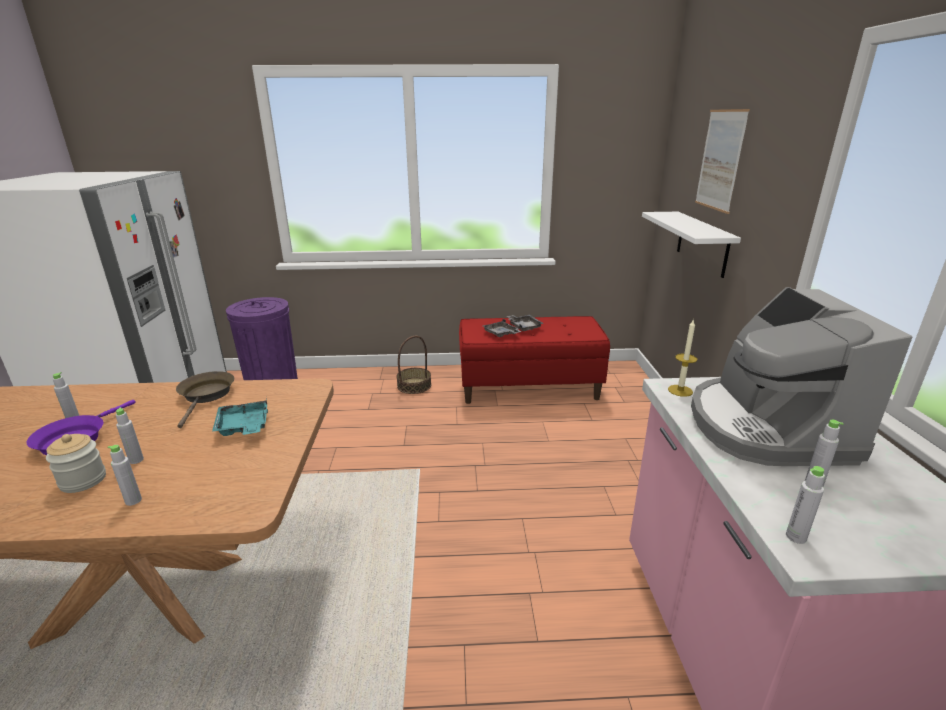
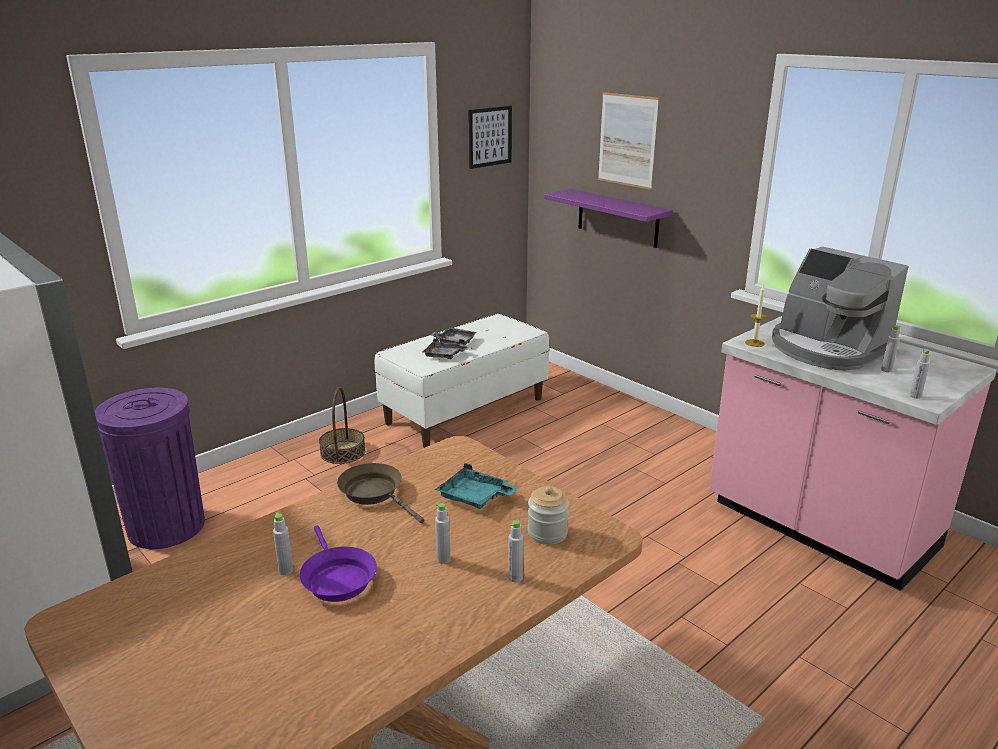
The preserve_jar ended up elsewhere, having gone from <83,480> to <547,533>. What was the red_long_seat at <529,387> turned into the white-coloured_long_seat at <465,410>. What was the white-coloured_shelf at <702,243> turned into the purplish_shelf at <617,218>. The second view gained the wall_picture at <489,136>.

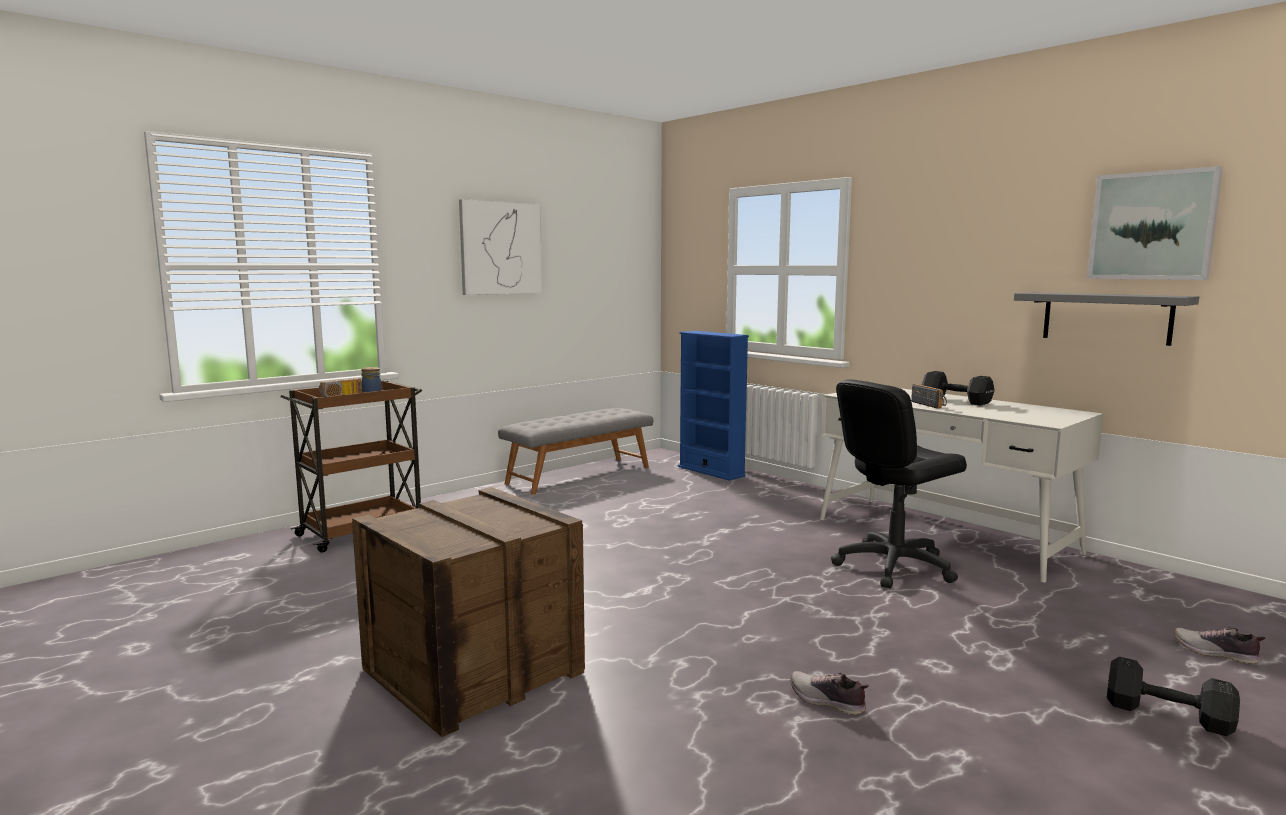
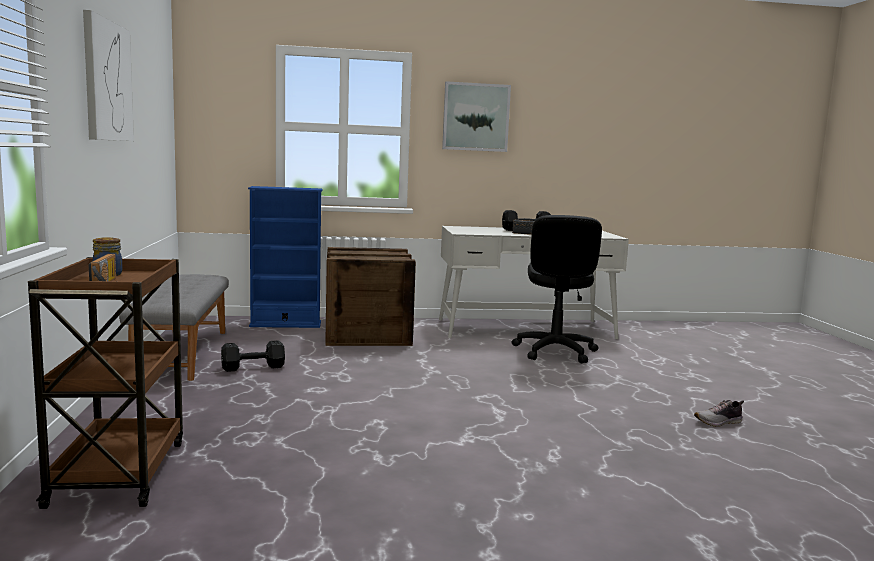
The packing_crate ended up elsewhere, having gone from <472,670> to <367,334>. The second view lost the greyish_shelf at <1106,317>. The wall_picture ended up elsewhere, having gone from <1152,226> to <476,117>. The black-coloured_dumbbell ended up elsewhere, having gone from <1170,716> to <254,367>. The second view lost the low_shoe at <1215,653>.

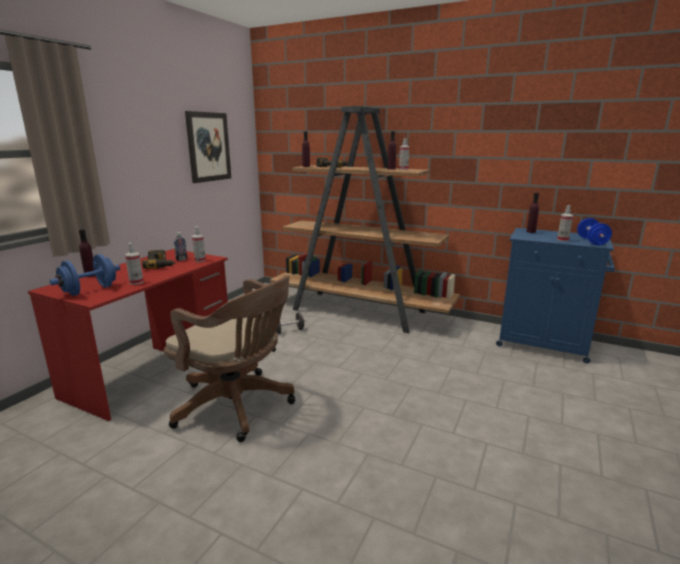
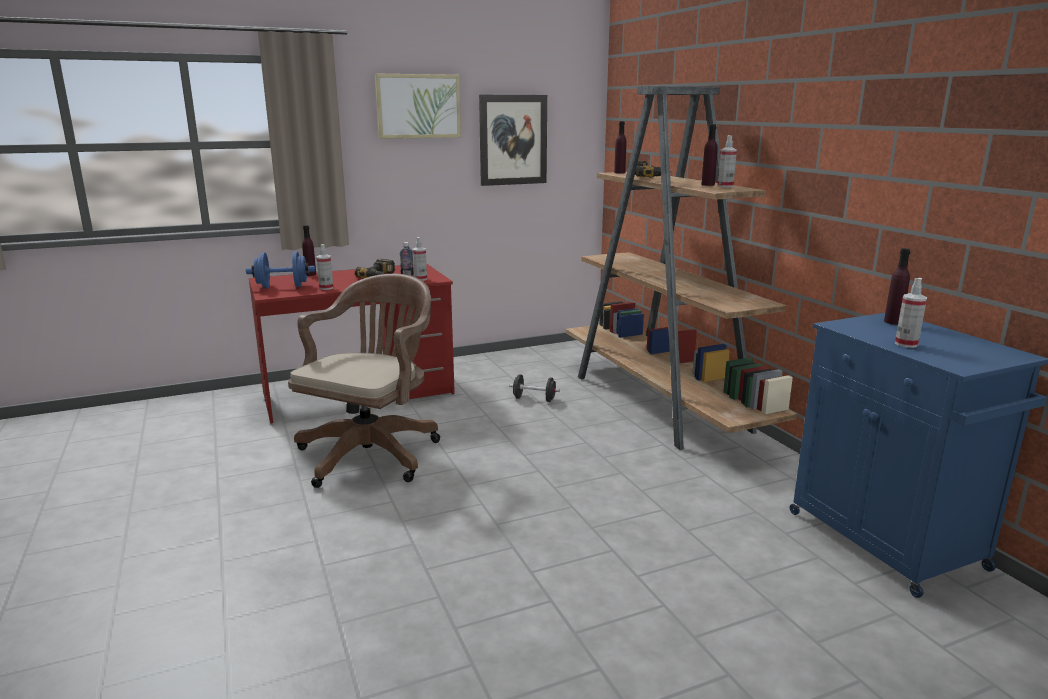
The brown-coloured_computer_chair at <238,406> ended up facing another way, 135 degrees counterclockwise from before. The second view lost the bluish_dumbbell at <591,241>. The second view gained the wall_picture at <418,106>.

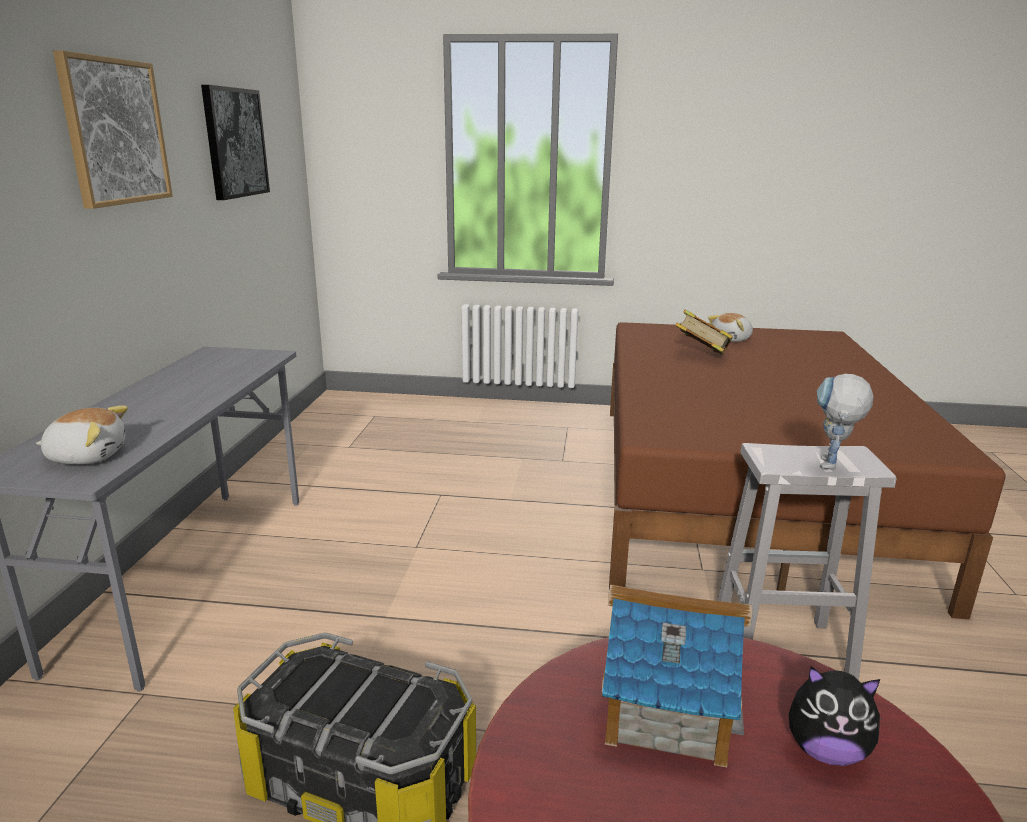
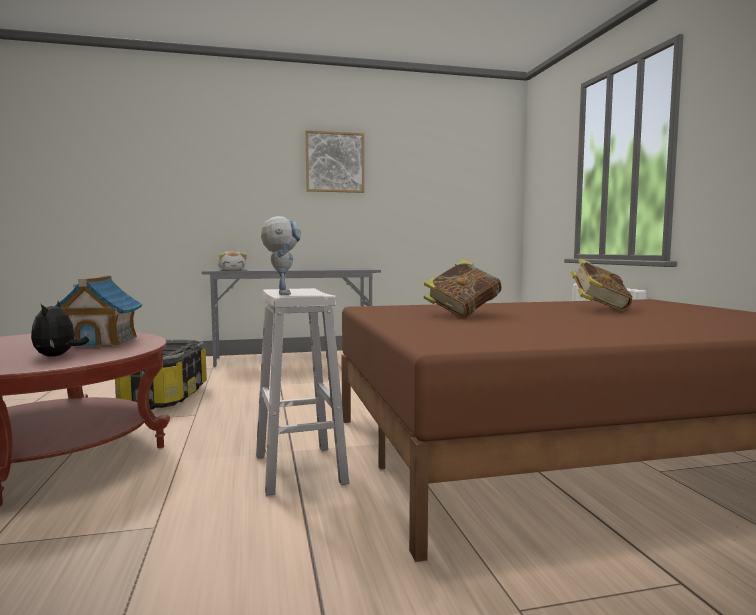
The second view lost the wall_picture at <235,143>. The second view lost the plush_toy at <732,339>. The robot_figure at <831,467> ended up facing another way, 75 degrees clockwise from before. The second view gained the bound_book at <462,314>.

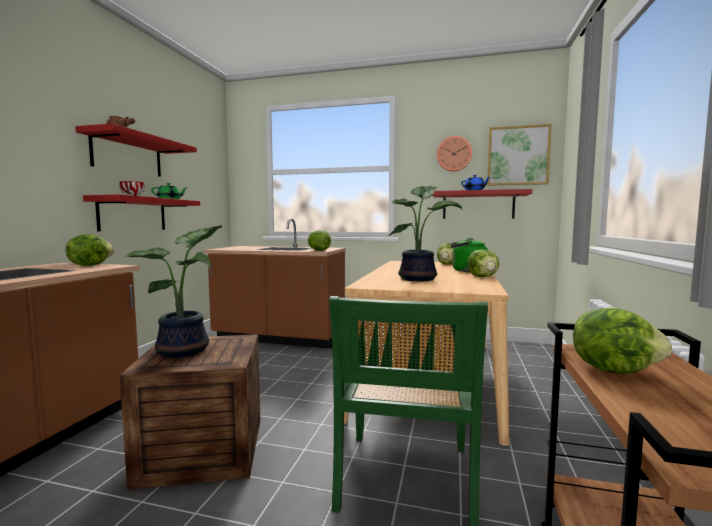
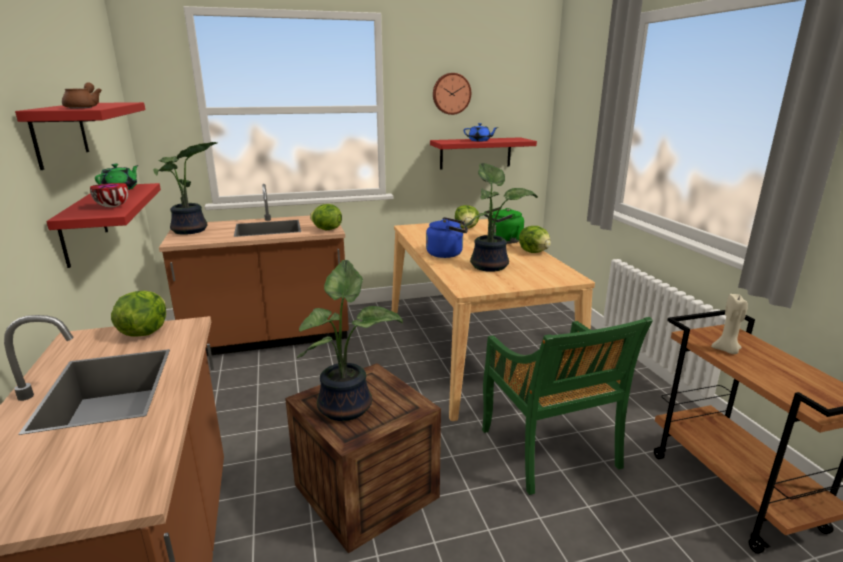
The second view lost the wall_picture at <518,156>. Where the head_of_lettuce stood at <613,369>, the sand-coloured_wax_candle came to stand at <726,350>. The second view gained the plant_in_a_pot at <191,231>. The second view gained the bluish_tea_kettle at <447,254>.

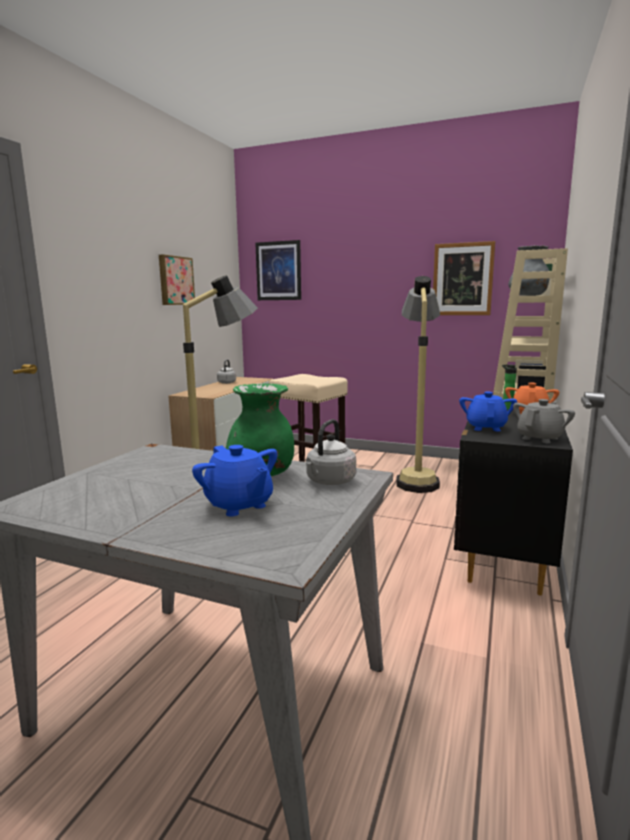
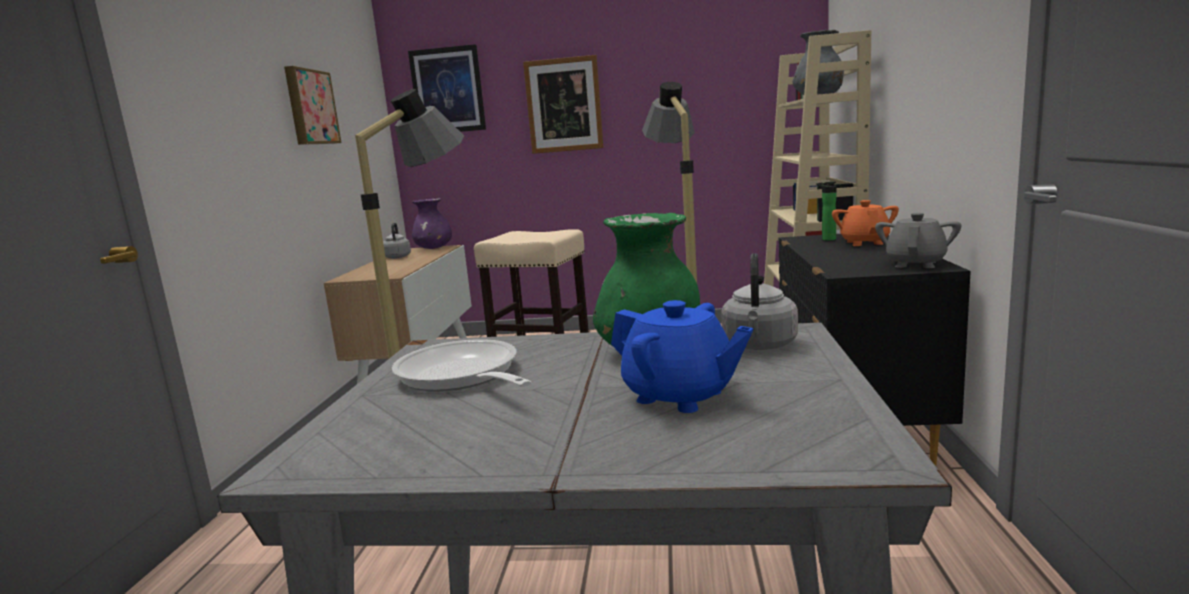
The wall_picture ended up elsewhere, having gone from <462,279> to <564,105>. The second view lost the bluish_tea_pot at <486,427>. The second view gained the pan at <461,376>. The second view gained the purplish_flower_vase at <434,248>.

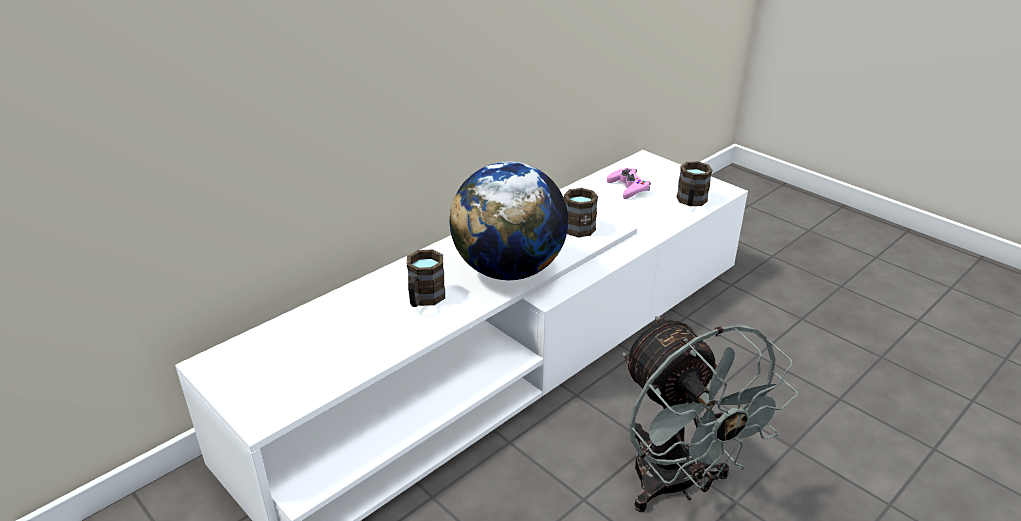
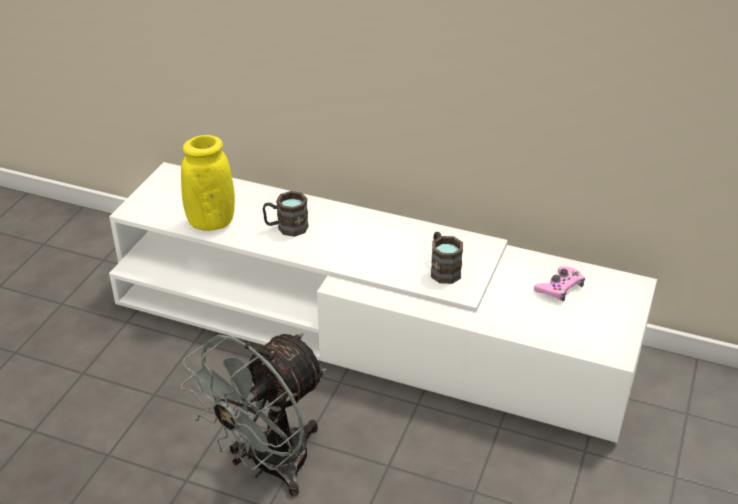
The second view lost the globe at <509,270>. The second view lost the brown-coloured_coffee_mug at <691,202>. The second view gained the yellow_flower_vase at <211,222>.

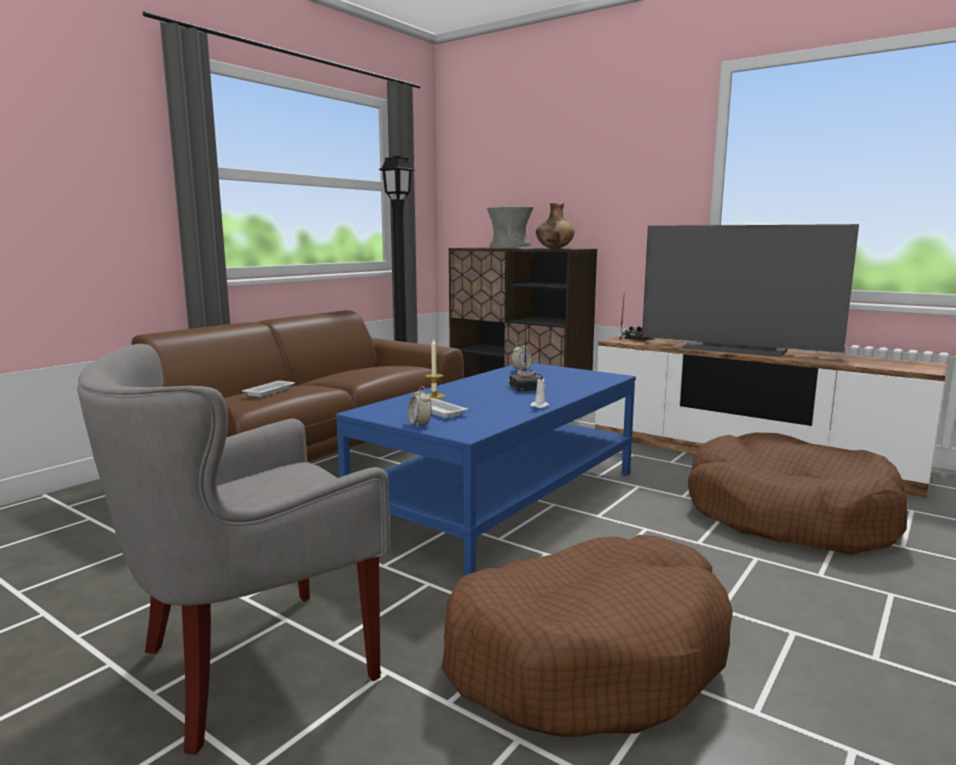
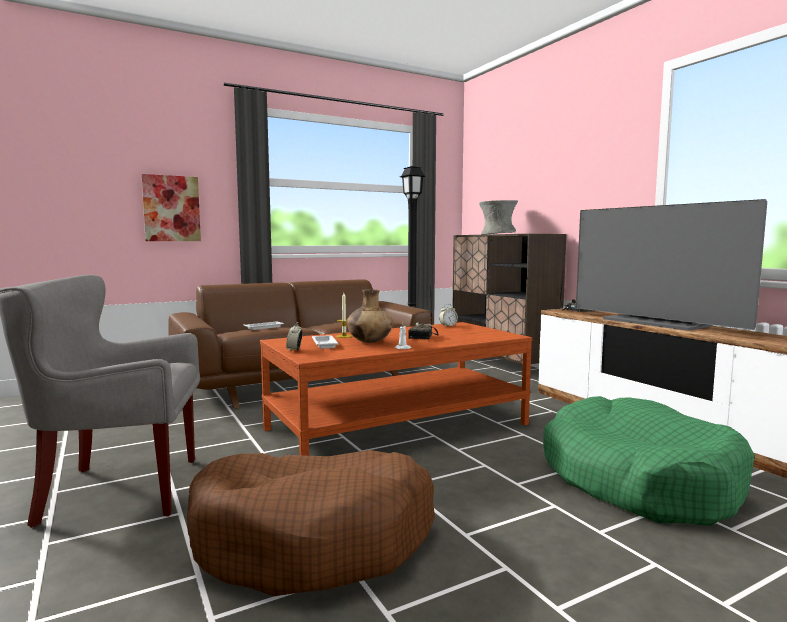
What was the bluish_coffee_table at <502,500> turned into the brown-coloured_coffee_table at <398,426>. The brown-coloured_flower_vase ended up elsewhere, having gone from <554,248> to <369,342>. What was the brown-coloured_dog_cushion at <788,515> turned into the green_dog_cushion at <637,480>. The second view gained the wall_picture at <171,208>.

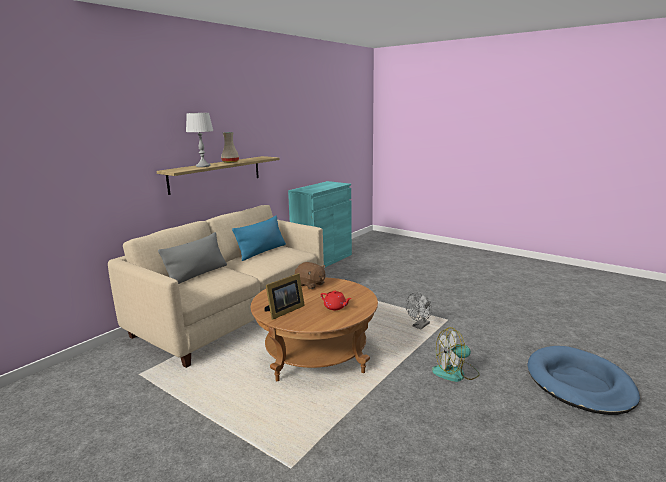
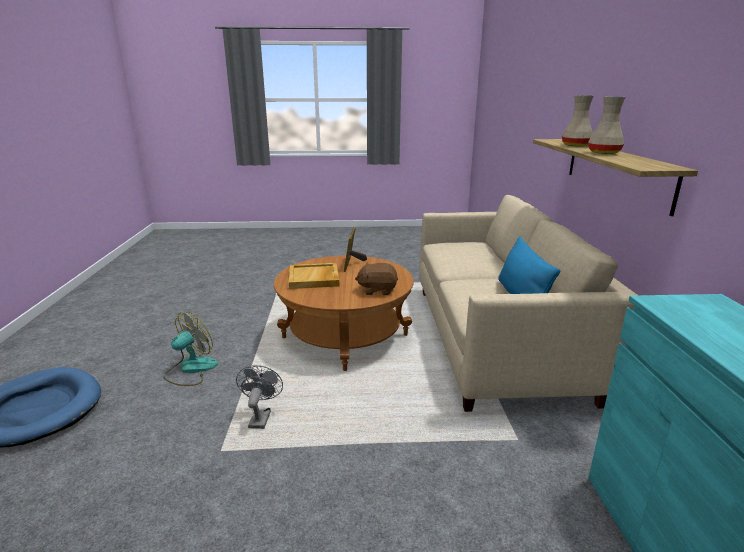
The second view lost the greyish_pillow at <197,275>. Where the greyish_tabletop_lamp stood at <203,166>, the sand-coloured_flower_vase came to stand at <576,145>. Where the red_tea_pot stood at <335,307>, the sand-coloured_carrying_tray came to stand at <314,278>.

